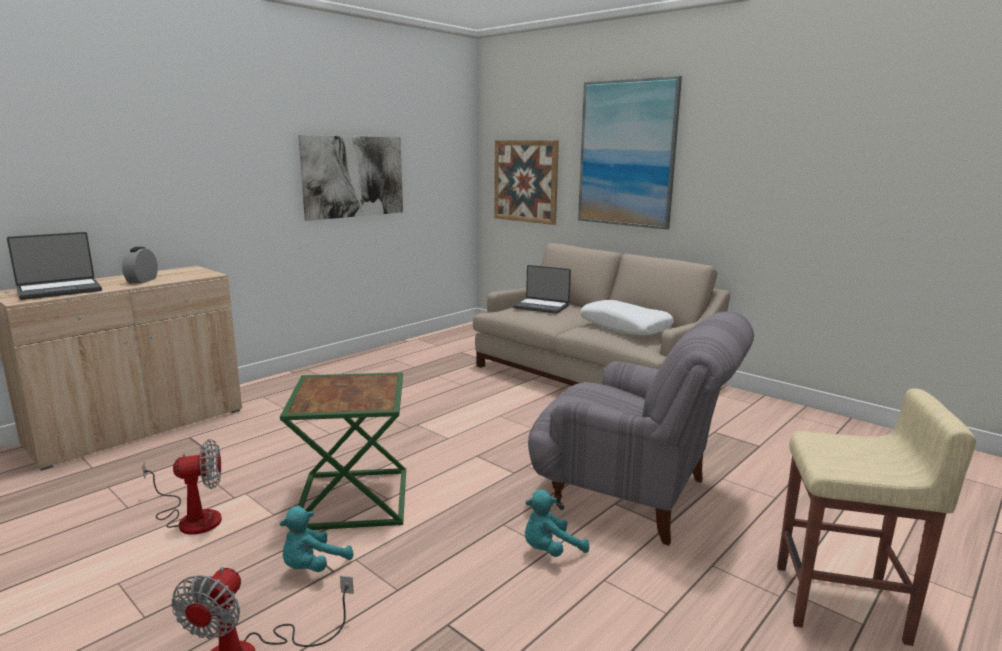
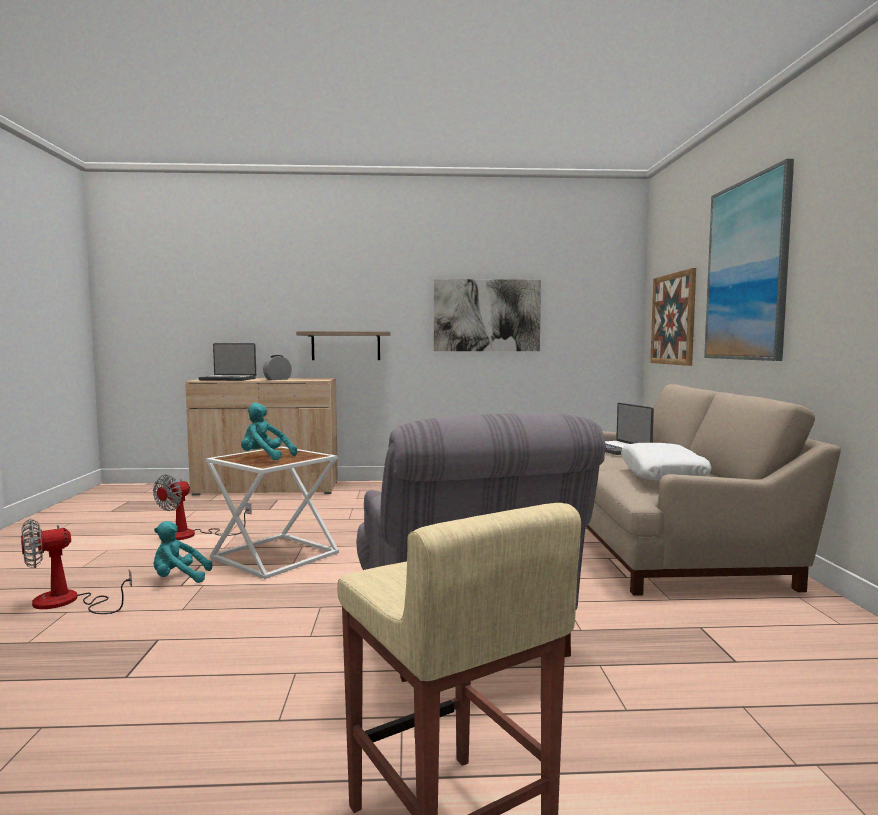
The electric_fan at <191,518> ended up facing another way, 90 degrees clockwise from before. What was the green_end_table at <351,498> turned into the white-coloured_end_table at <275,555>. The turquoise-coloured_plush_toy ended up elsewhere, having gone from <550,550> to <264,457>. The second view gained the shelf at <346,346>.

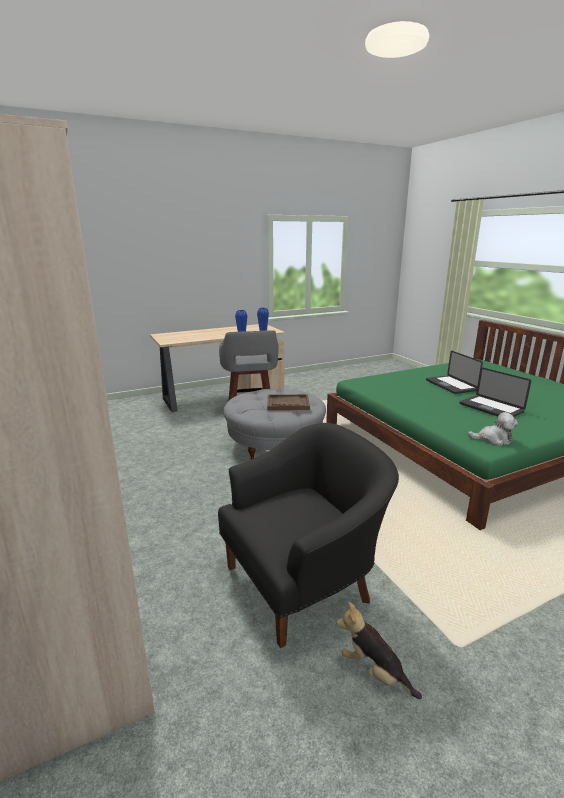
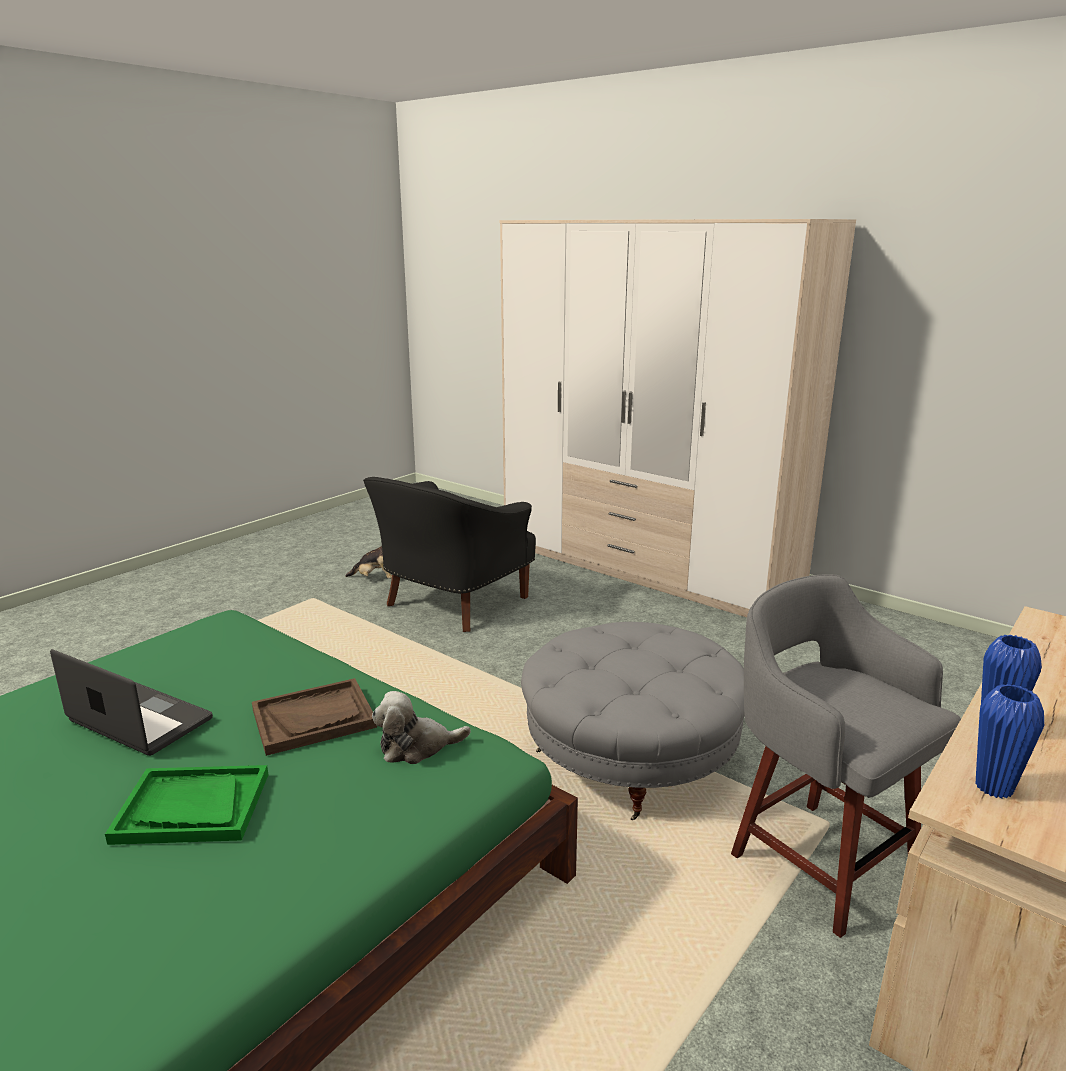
The brown-coloured_carrying_tray ended up elsewhere, having gone from <287,404> to <314,718>. Where the laptop stood at <450,385>, the green_carrying_tray came to stand at <192,808>. The plush_toy ended up elsewhere, having gone from <493,439> to <416,747>.

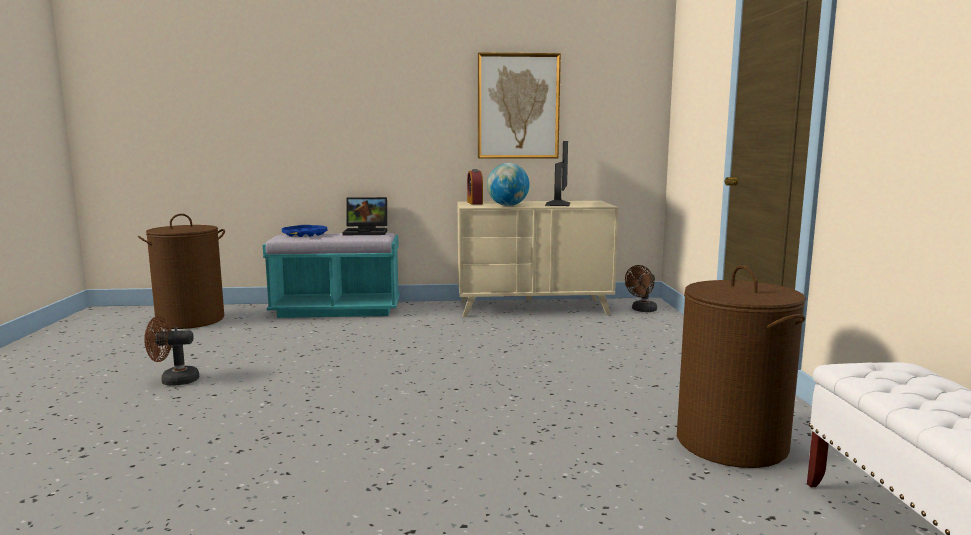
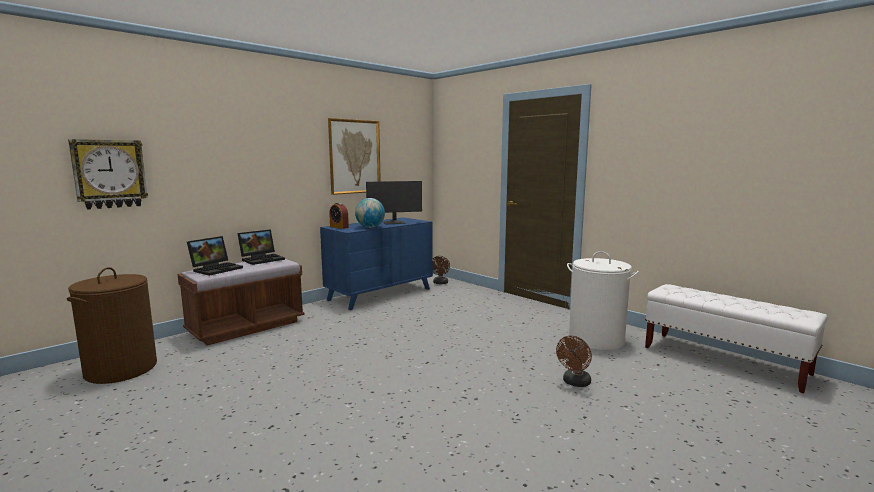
The brown-coloured_electric_fan ended up elsewhere, having gone from <173,380> to <575,383>. What was the turquoise-coloured_long_seat at <337,310> turned into the brown-coloured_long_seat at <246,327>. Where the bluish_carrying_tray stood at <305,234>, the laptop came to stand at <217,269>. What was the sand-coloured_dresser at <533,307> turned into the bluish_dresser at <380,294>. The computer_display at <558,204> ended up facing another way, 105 degrees clockwise from before. What was the brown-coloured_washing_basket at <732,443> turned into the white-coloured_washing_basket at <596,340>. The second view gained the wall_clock at <110,174>.

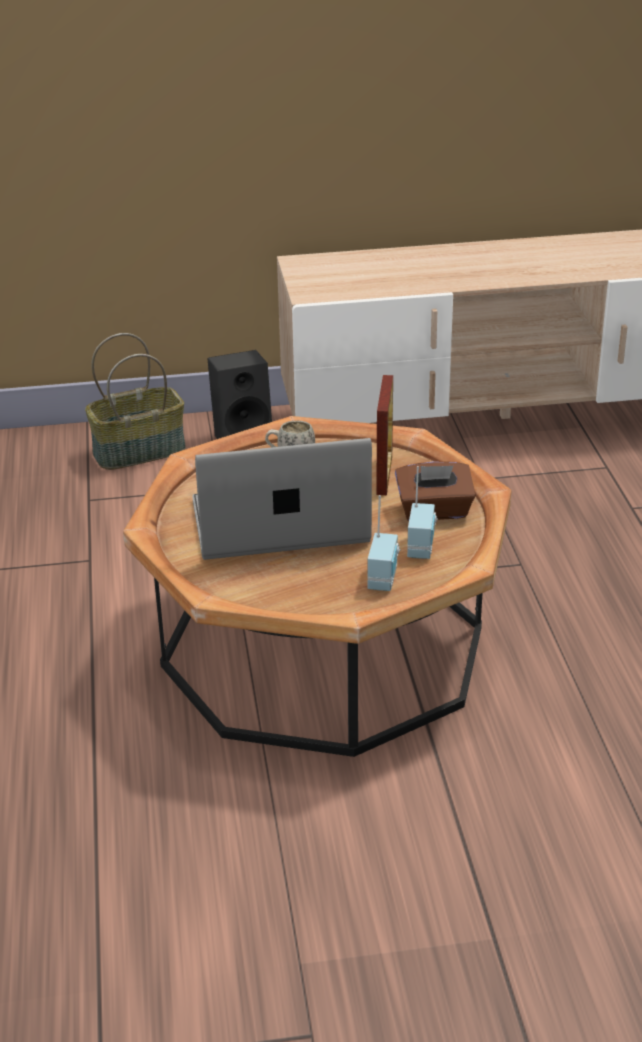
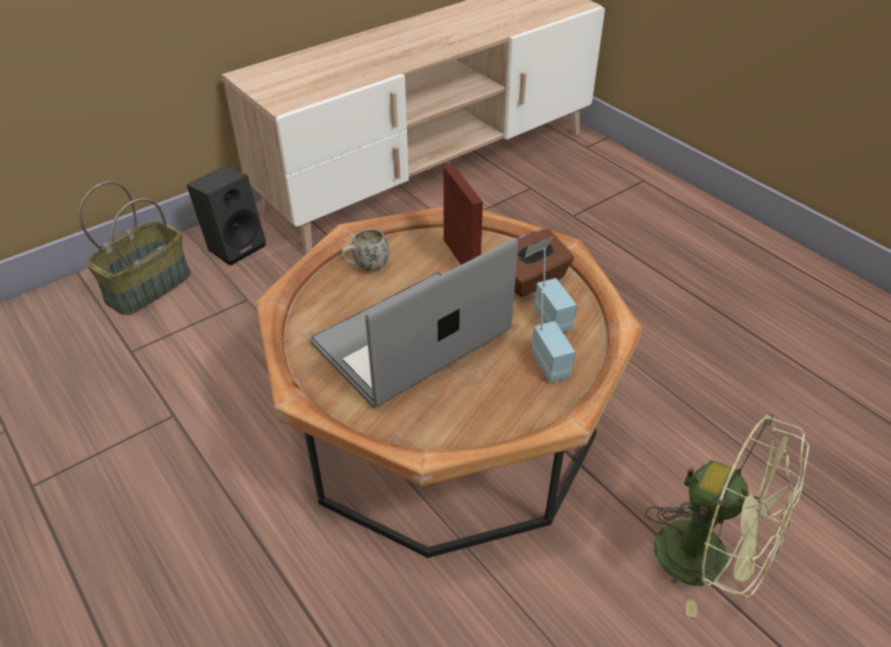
The second view gained the green_electric_fan at <708,560>.

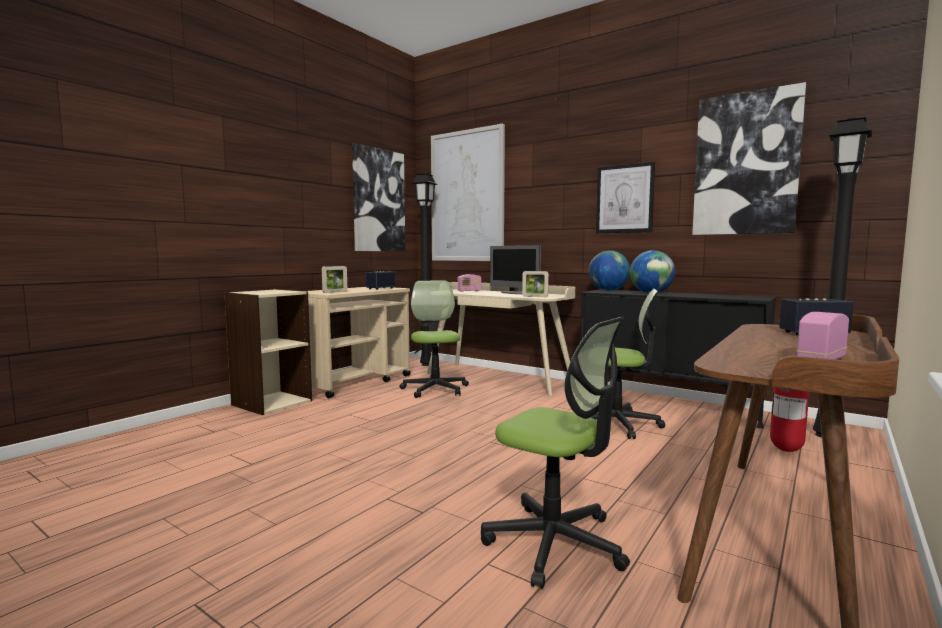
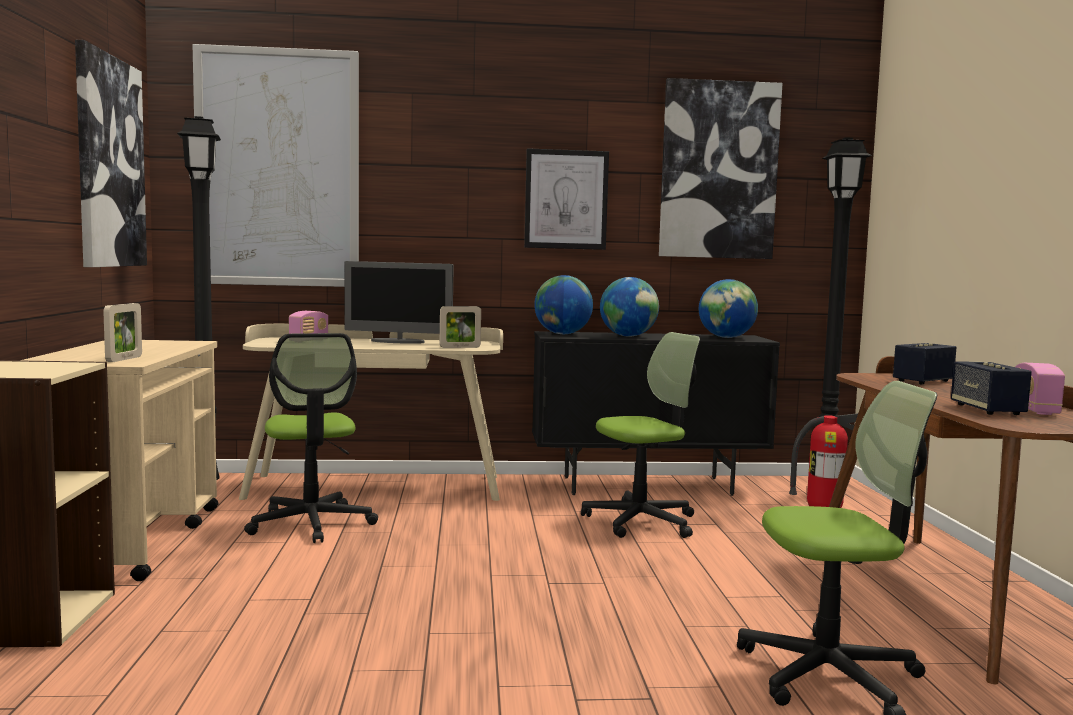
The speaker ended up elsewhere, having gone from <380,288> to <987,410>. The computer_chair at <435,389> ended up facing another way, 150 degrees counterclockwise from before. The second view gained the globe at <726,337>.

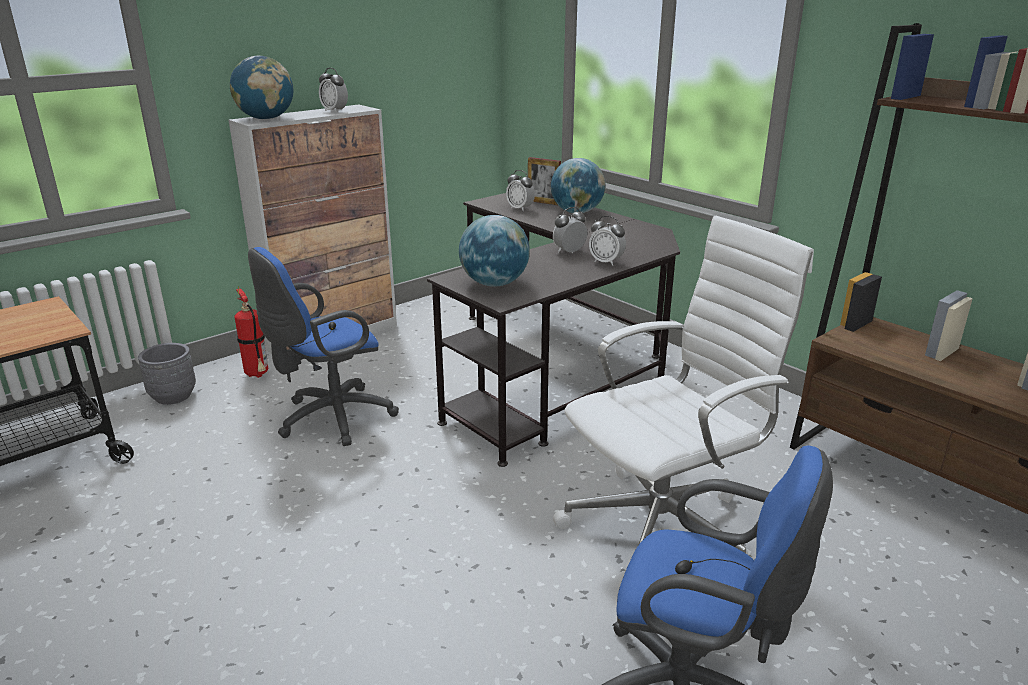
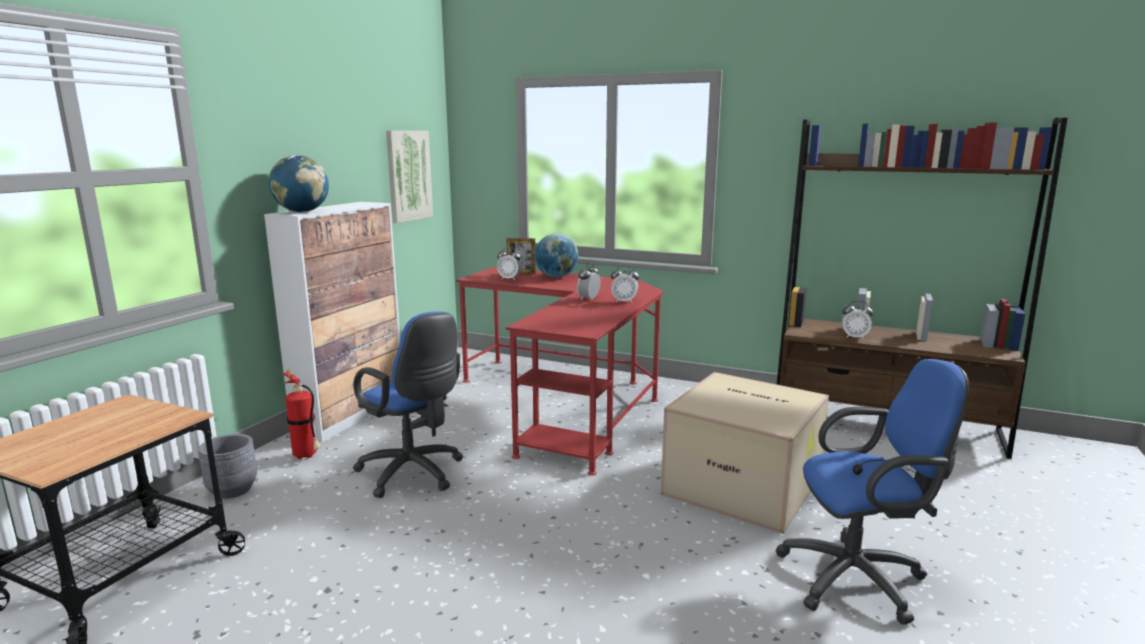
The bluish_computer_chair at <330,419> ended up facing another way, 75 degrees counterclockwise from before. The alarm_clock ended up elsewhere, having gone from <334,111> to <854,337>. What was the black-coloured_desk at <556,367> turned into the red_desk at <567,402>. The second view lost the globe at <494,284>. Where the white-coloured_computer_chair stood at <664,528>, the packing_box came to stand at <744,485>. The second view gained the wall_picture at <408,175>.

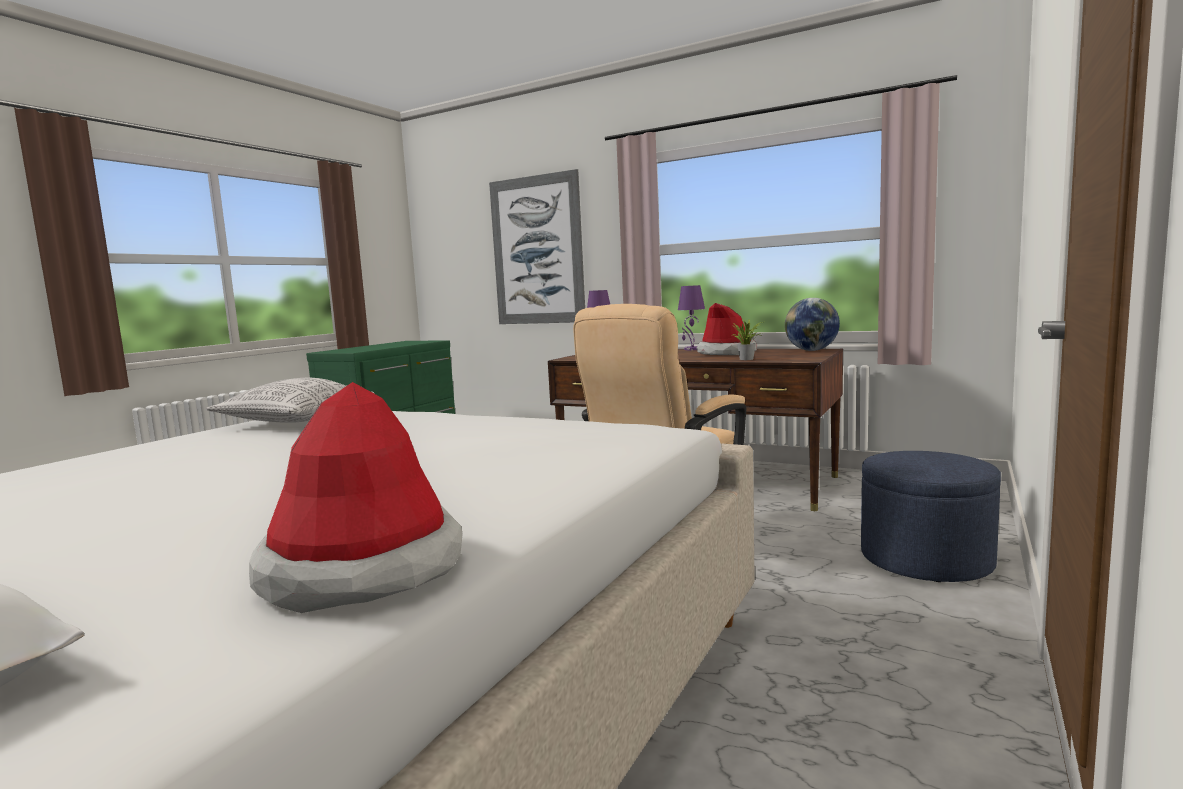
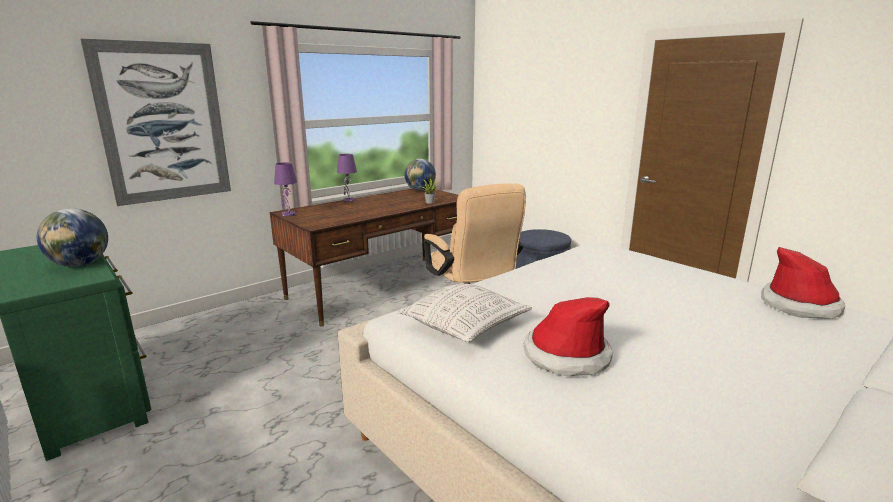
The hat ended up elsewhere, having gone from <726,353> to <566,356>. The second view gained the globe at <80,265>.

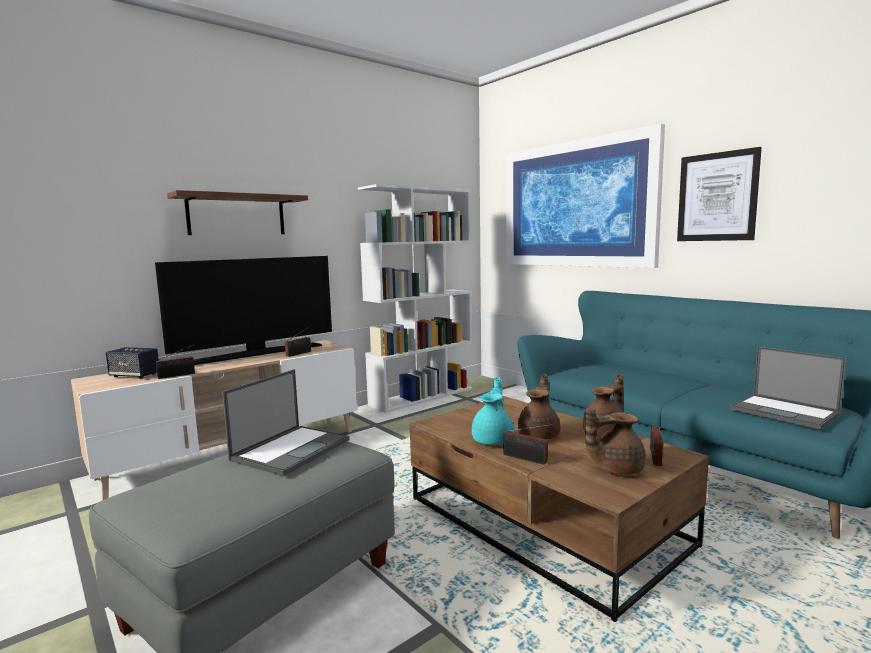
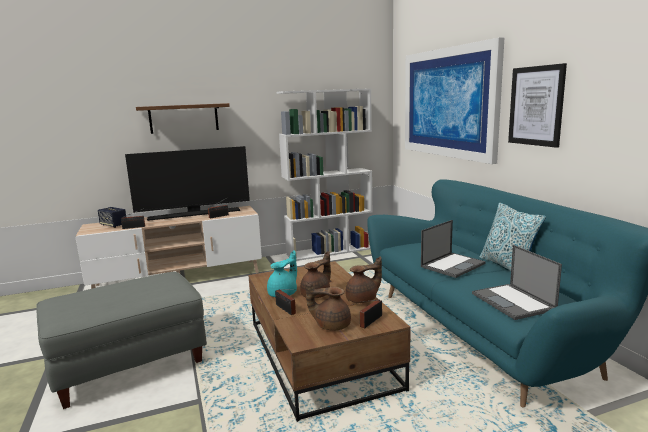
The laptop ended up elsewhere, having gone from <292,449> to <453,265>. The second view gained the pillow at <507,266>.

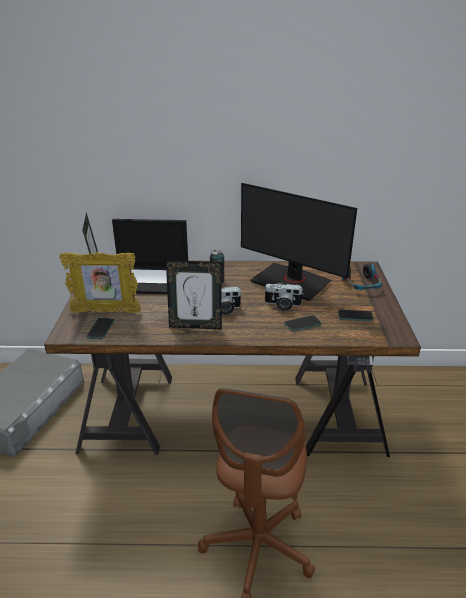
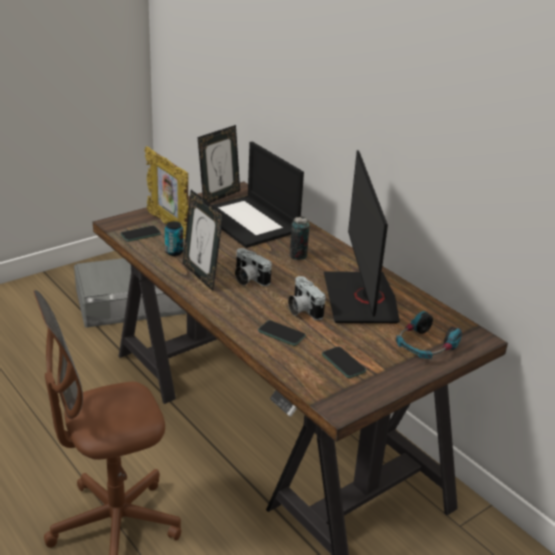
The second view gained the sealed_can at <174,252>.

